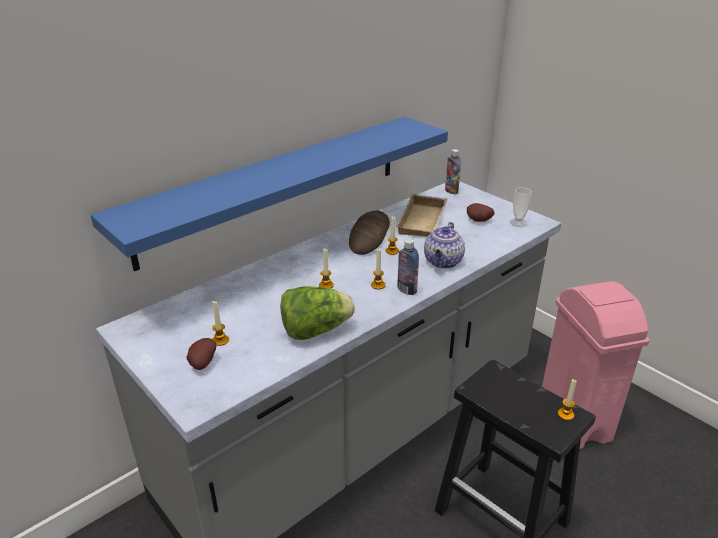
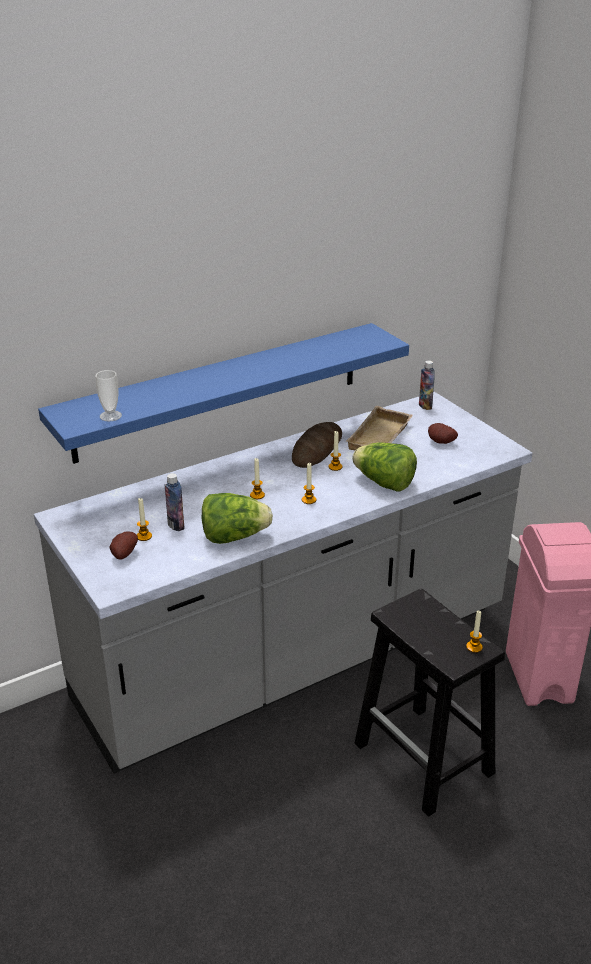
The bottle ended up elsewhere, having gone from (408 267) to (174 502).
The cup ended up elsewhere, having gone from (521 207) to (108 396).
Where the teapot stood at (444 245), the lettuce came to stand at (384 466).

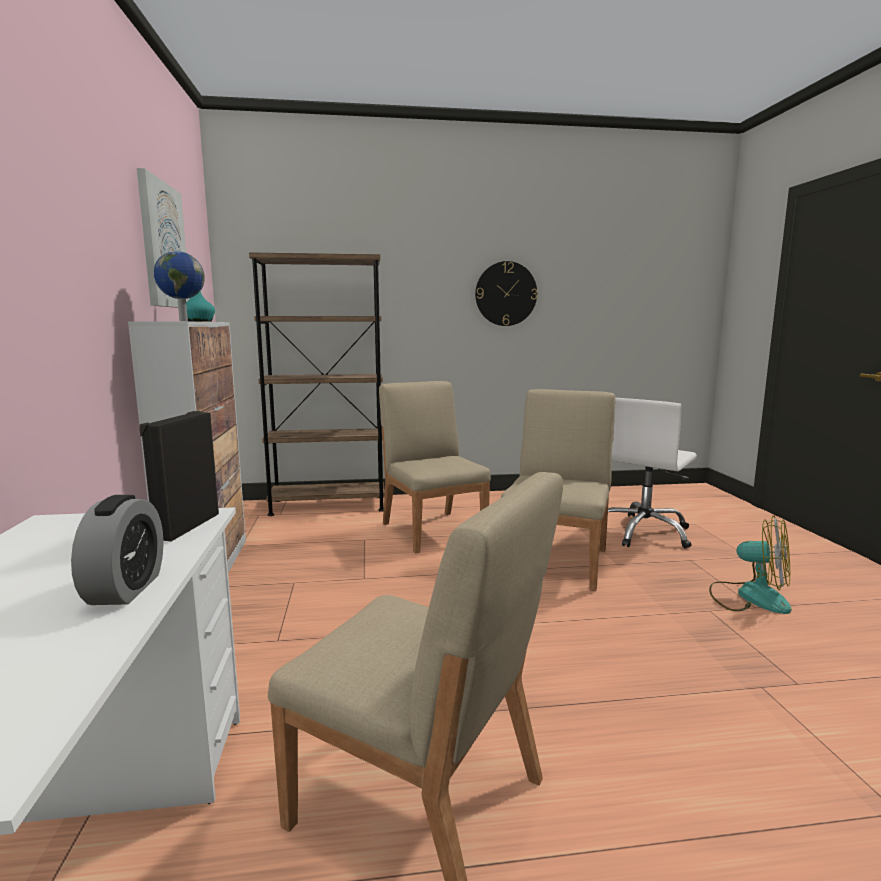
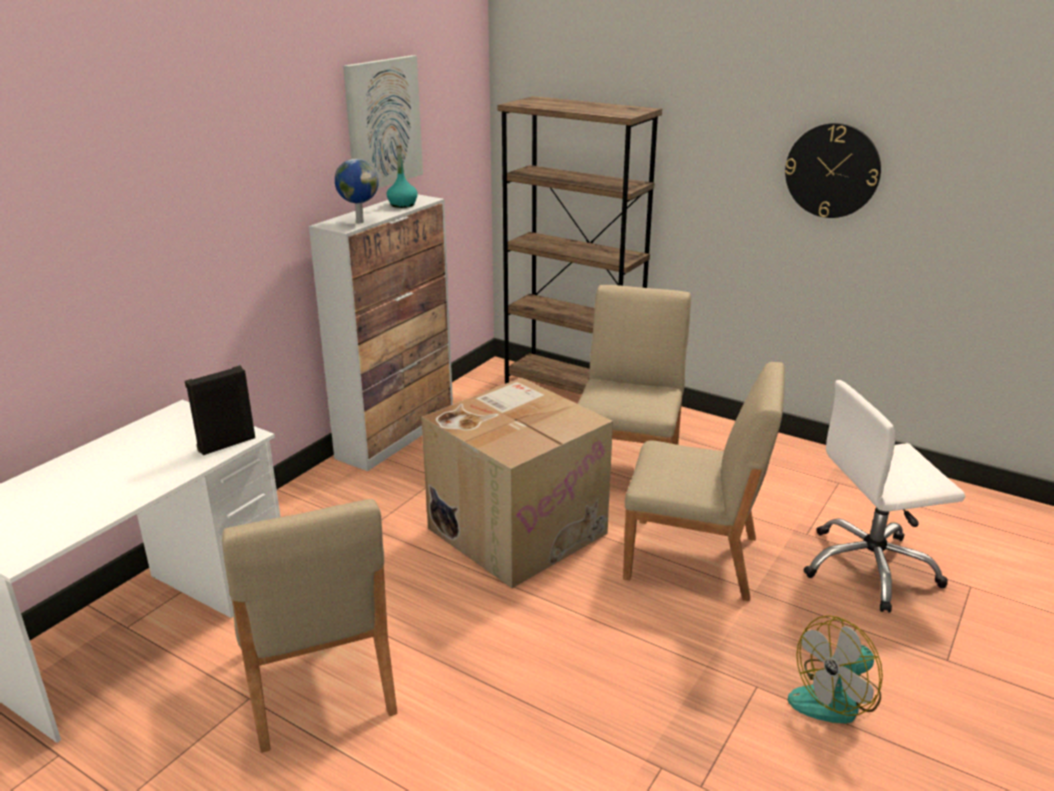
The second view lost the alarm clock at (117 550).
The second view gained the cardboard box at (517 483).
The beige chair at (558 490) ended up facing another way, 45 degrees clockwise from before.
The fan at (750 564) ended up facing another way, 75 degrees clockwise from before.

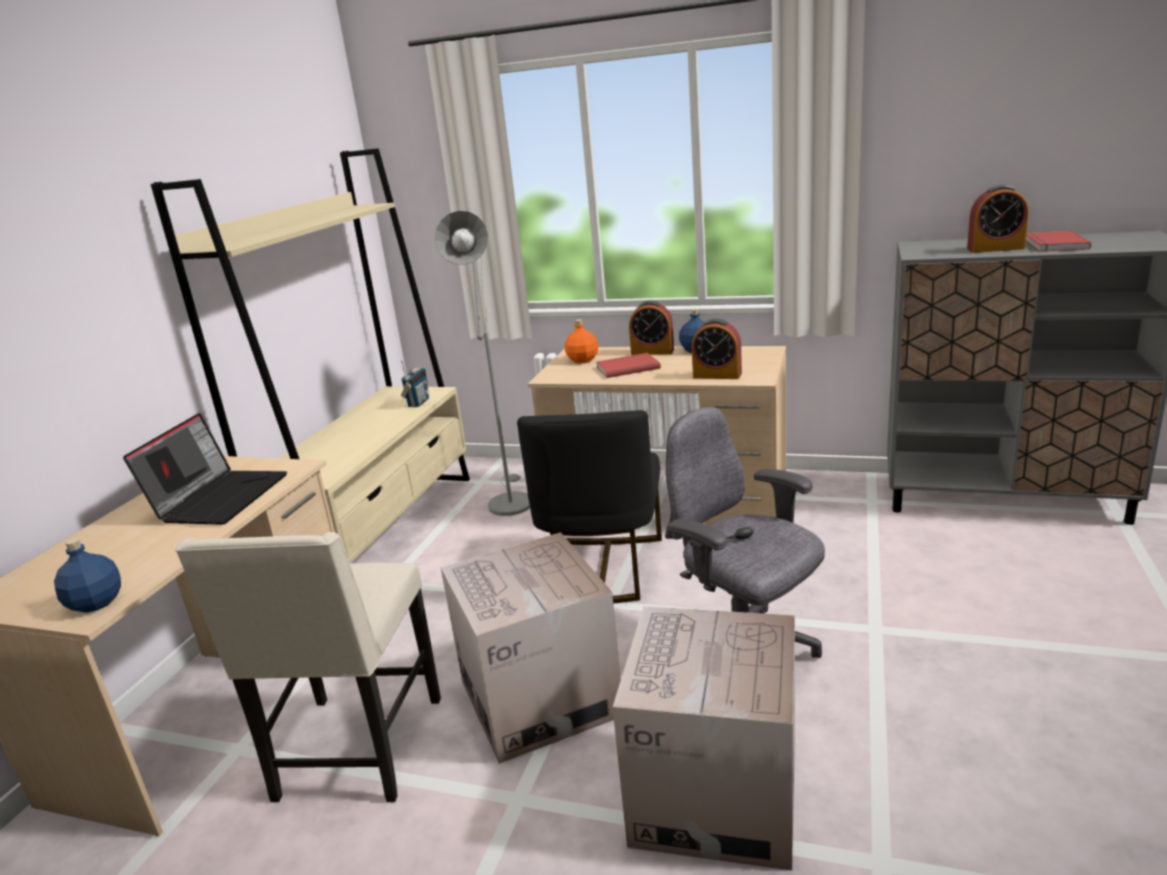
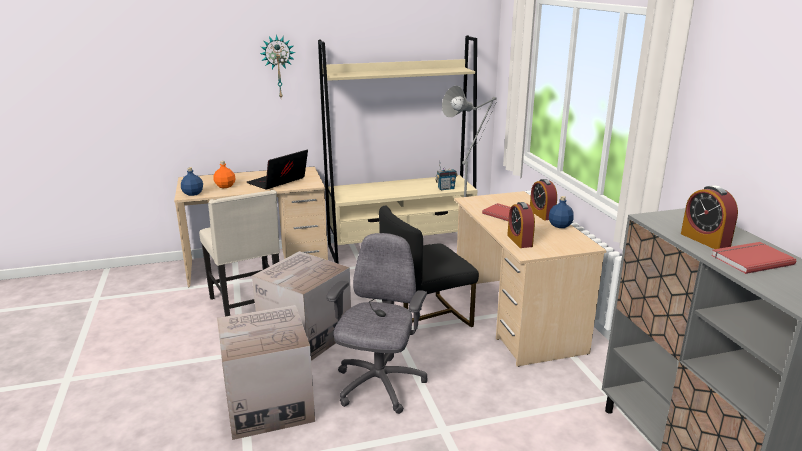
The second view gained the wall clock at (277 66).
The orange bottle ended up elsewhere, having gone from (582 341) to (224 174).
The laptop at (205 469) ended up facing another way, 150 degrees clockwise from before.
The beige chair at (308 667) ended up facing another way, 90 degrees counterclockwise from before.

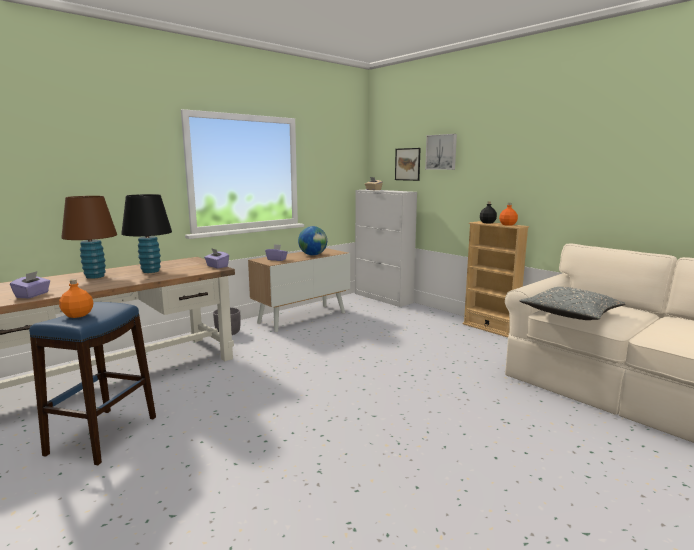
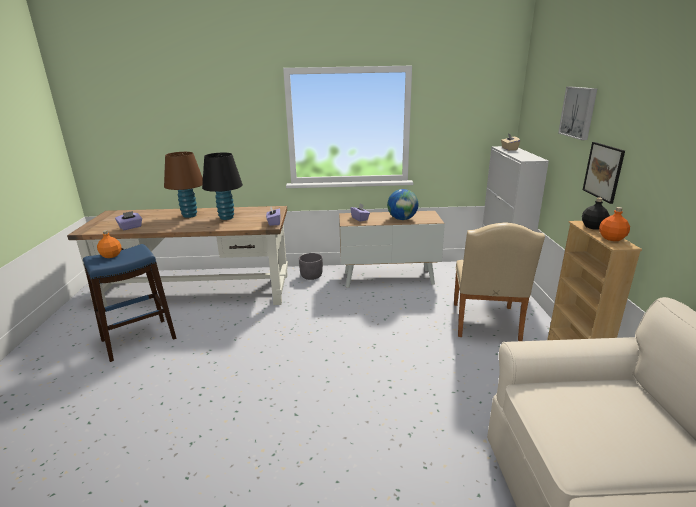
The second view lost the grey pillow at (572 303).
The second view gained the beige chair at (499 281).
The picture ended up elsewhere, having gone from (408 164) to (604 173).

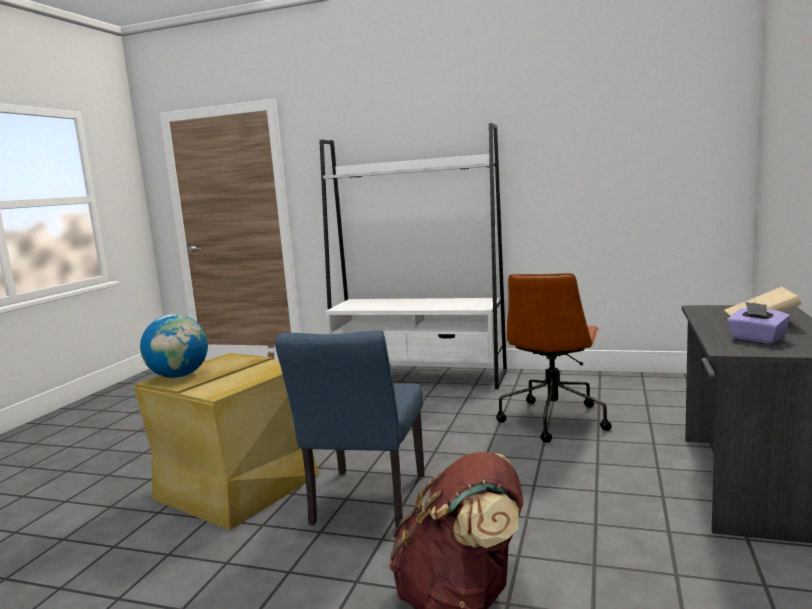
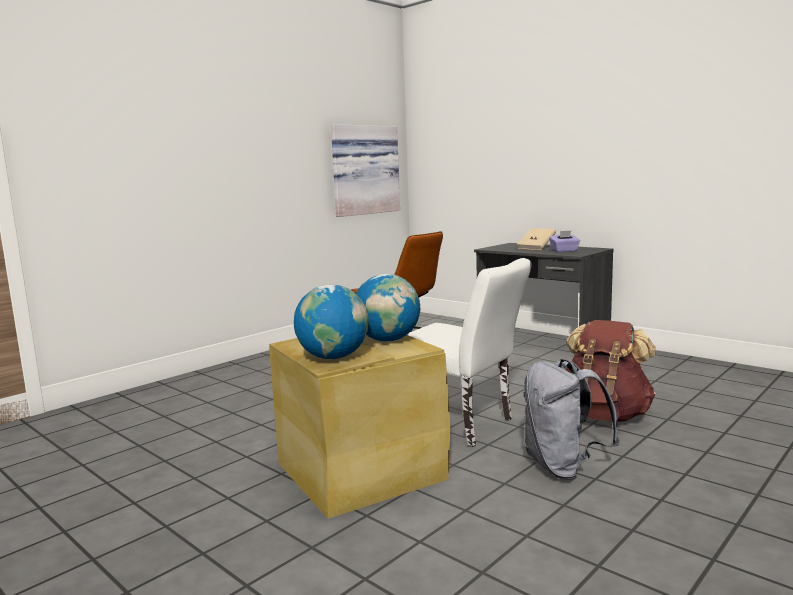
The second view lost the white bookcase at (413 256).
The second view gained the picture at (365 170).
The second view gained the globe at (388 308).
The second view gained the grey backpack at (571 419).
What was the blue chair at (349 429) turned into the white chair at (469 352).

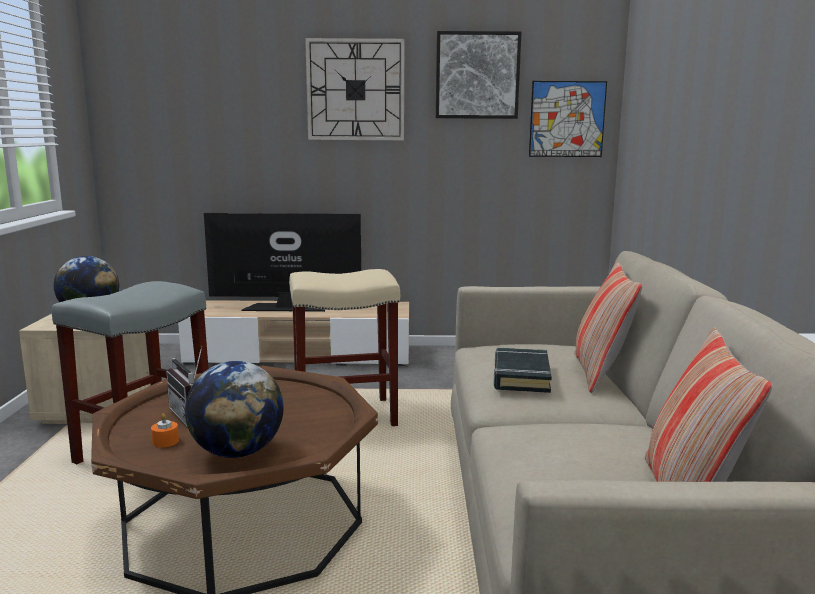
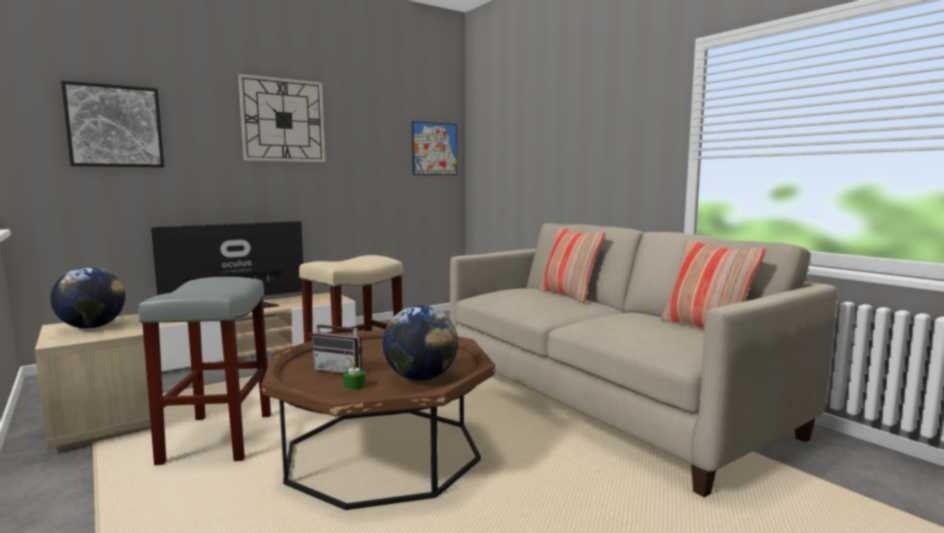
The second view lost the black book at (522 370).
The picture ended up elsewhere, having gone from (478 75) to (112 123).
What was the orange candle at (165 430) turned into the green candle at (354 376).

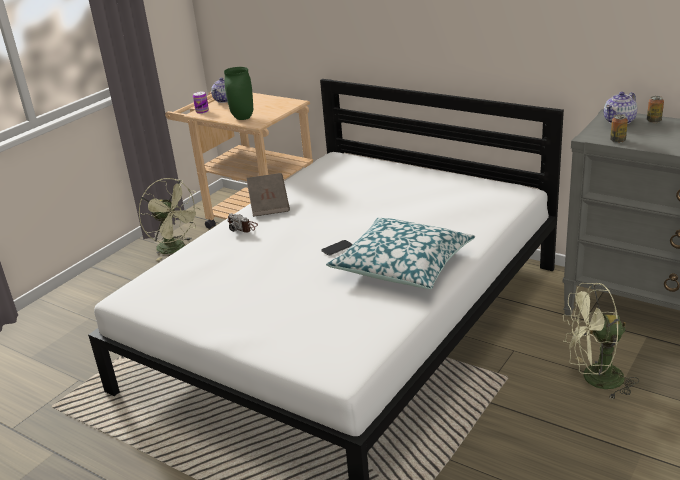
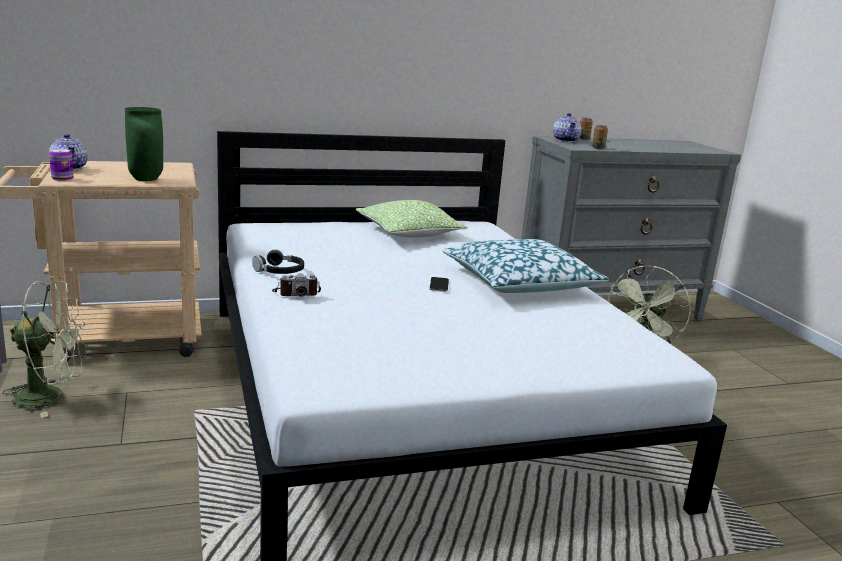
The second view gained the pillow at (412 218).
Where the brown book stood at (268 195), the black headphones came to stand at (278 261).

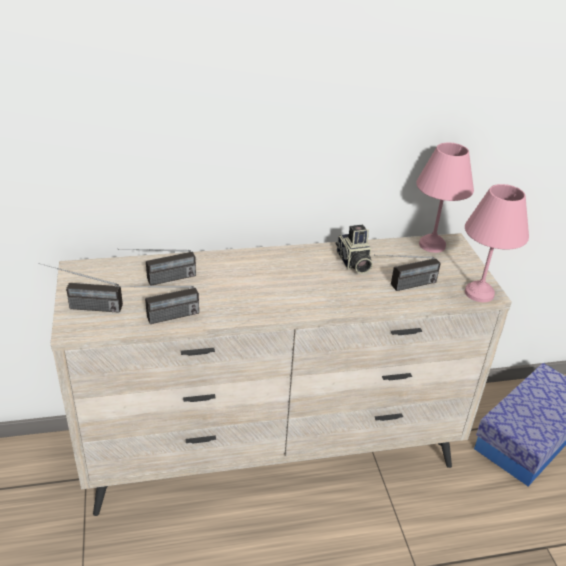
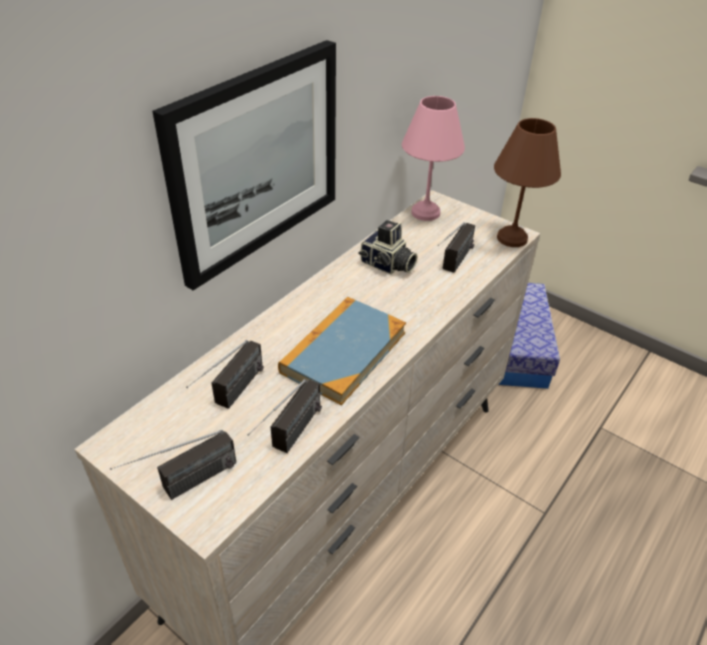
The second view gained the picture at (244 165).
The second view gained the book at (342 351).
What was the pink table lamp at (497 243) turned into the brown table lamp at (527 182).

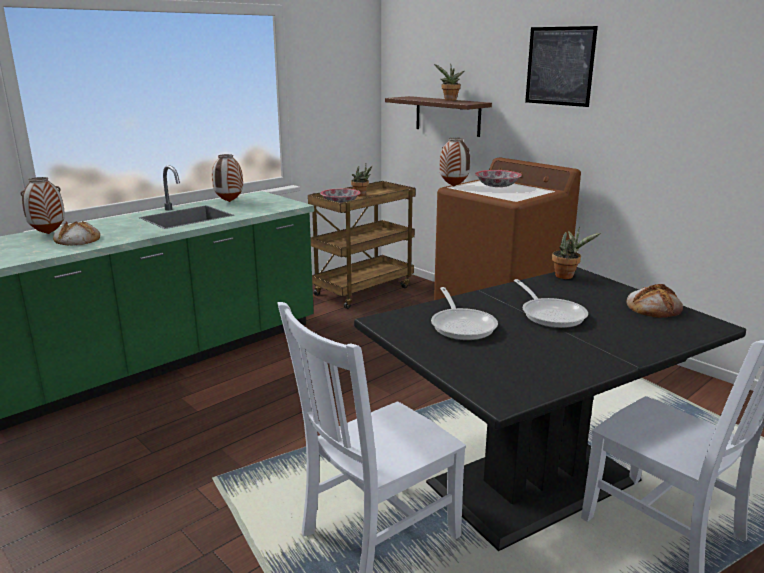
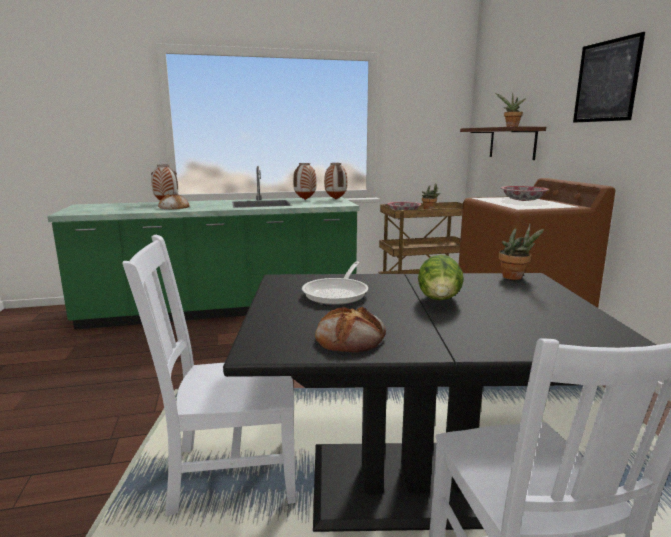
The vase ended up elsewhere, having gone from (454 162) to (335 181).
The bread ended up elsewhere, having gone from (654 301) to (350 329).
Where the frying pan stood at (551 303), the lettuce came to stand at (441 277).

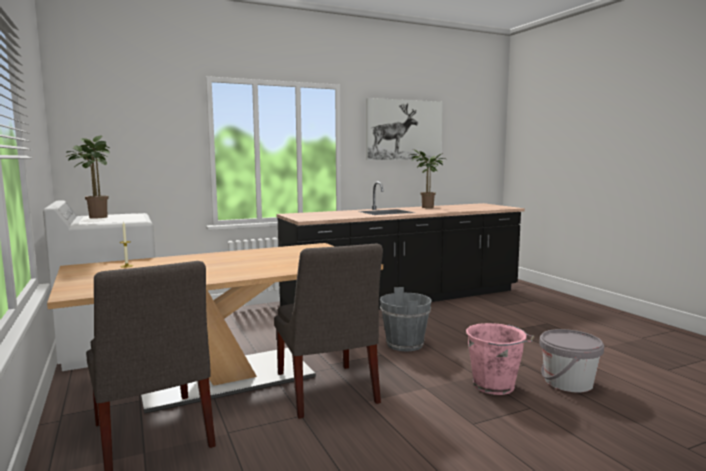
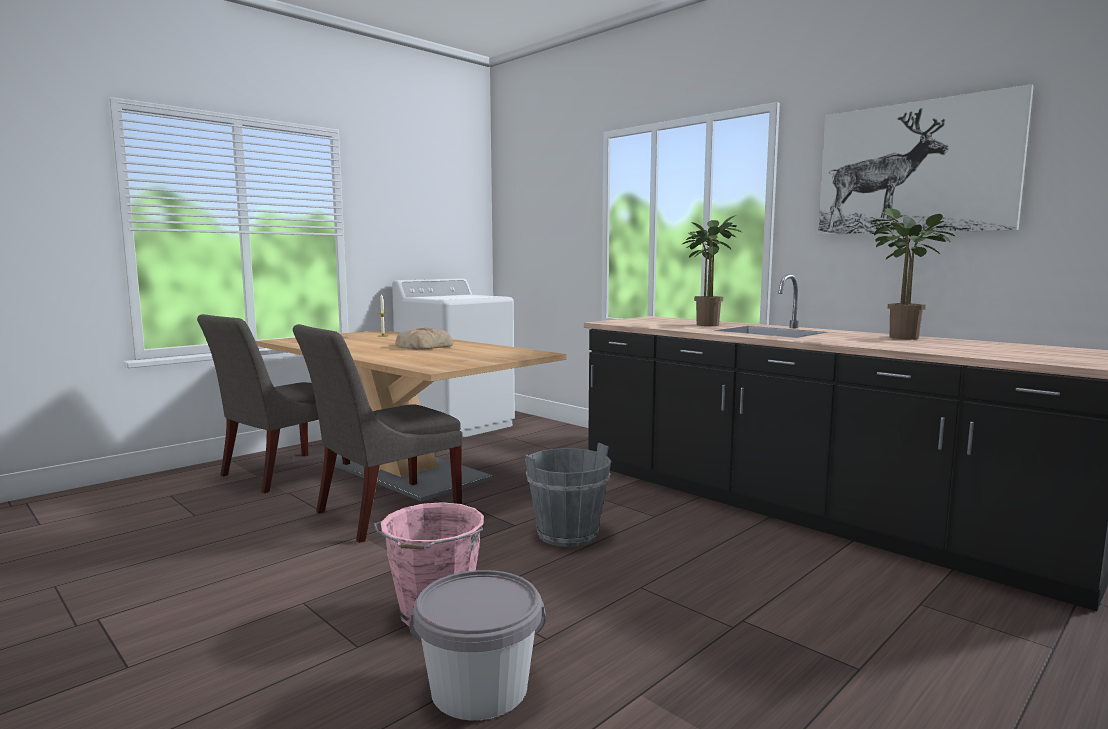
The second view gained the bread at (424 339).
The potted plant ended up elsewhere, having gone from (88 176) to (712 270).

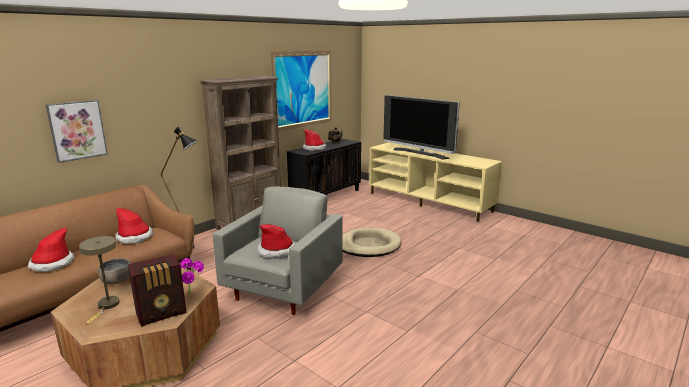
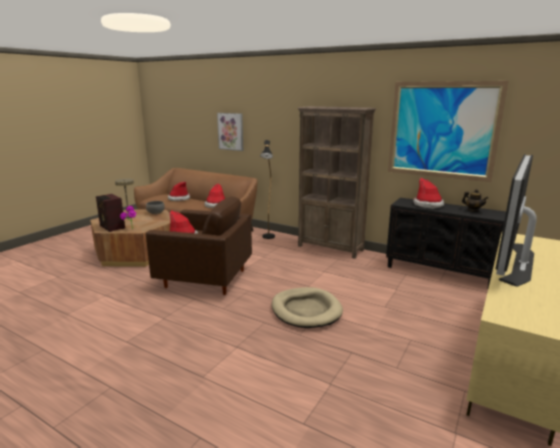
What was the grey armchair at (278 250) turned into the brown armchair at (199 245).

